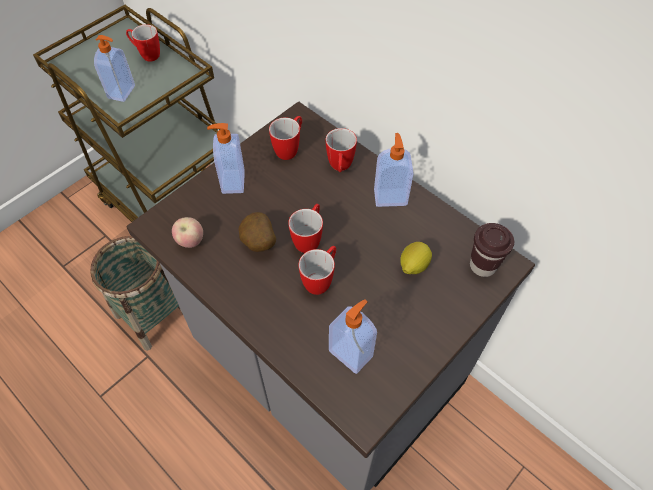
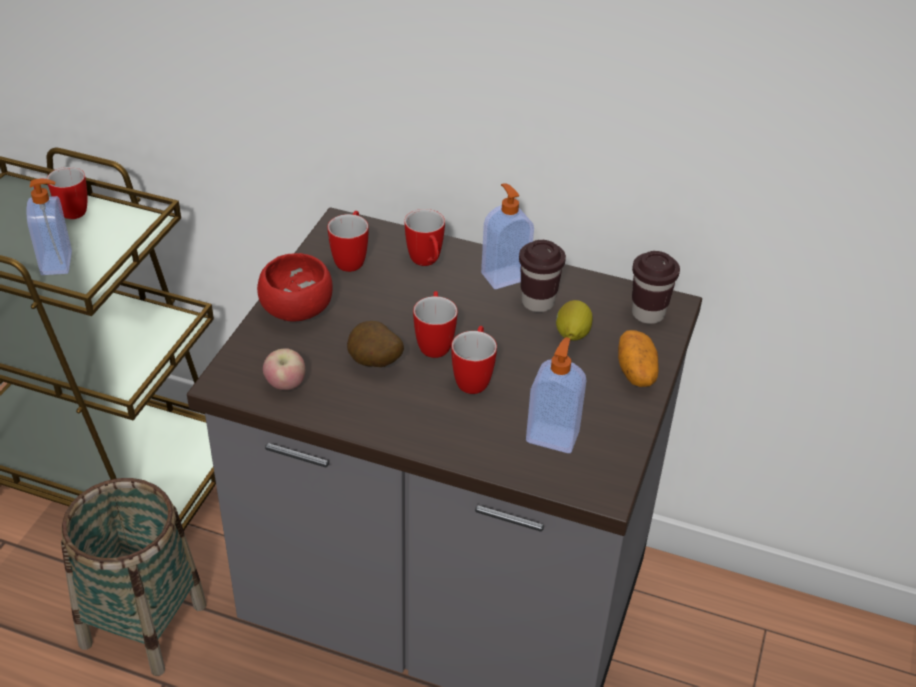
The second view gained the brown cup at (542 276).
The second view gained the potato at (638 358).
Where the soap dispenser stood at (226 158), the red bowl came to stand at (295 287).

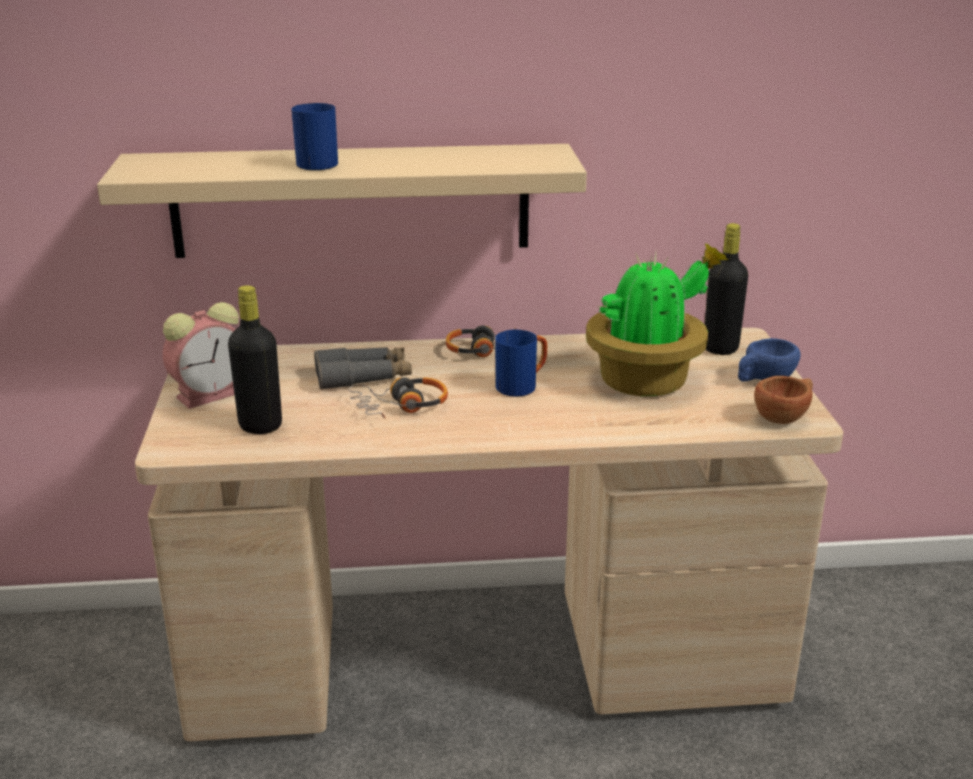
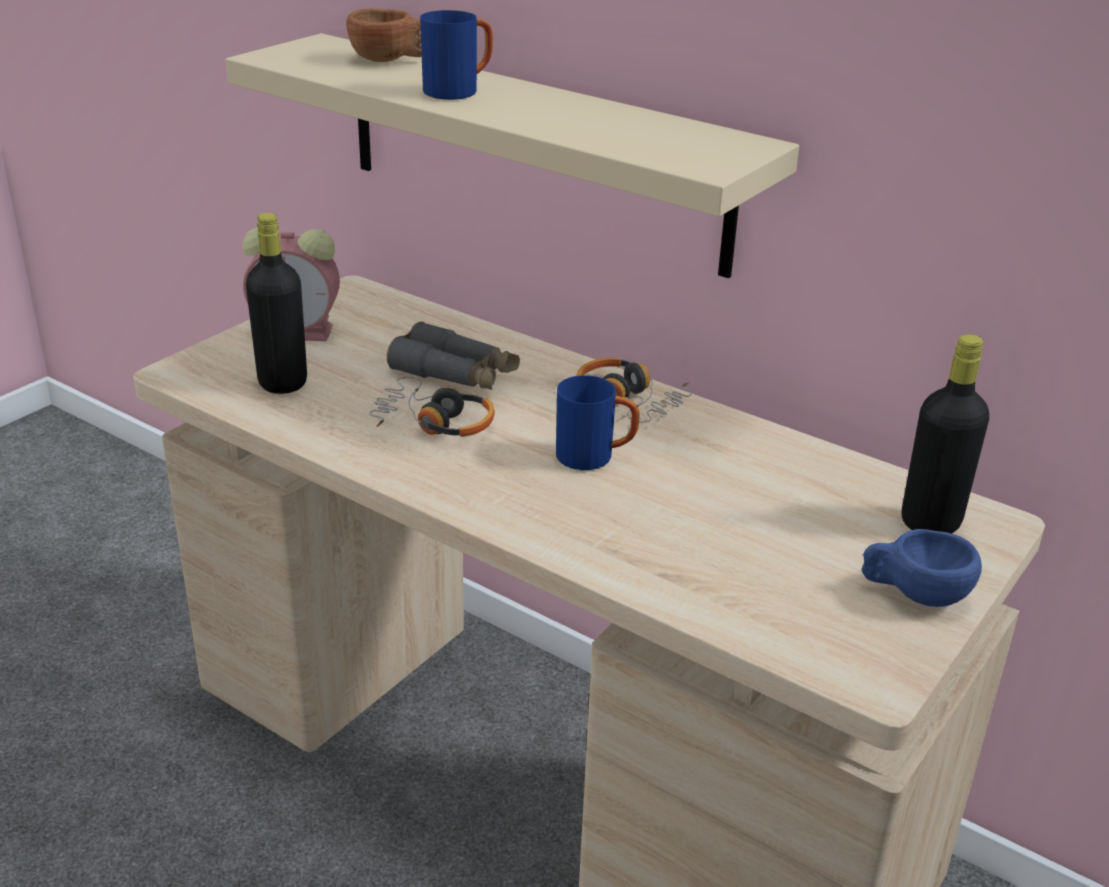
The second view lost the potted plant at (657 320).
The brown cup ended up elsewhere, having gone from (783 400) to (384 35).

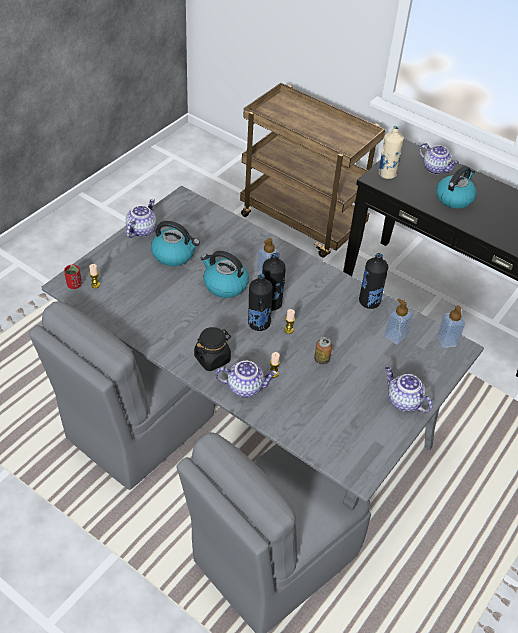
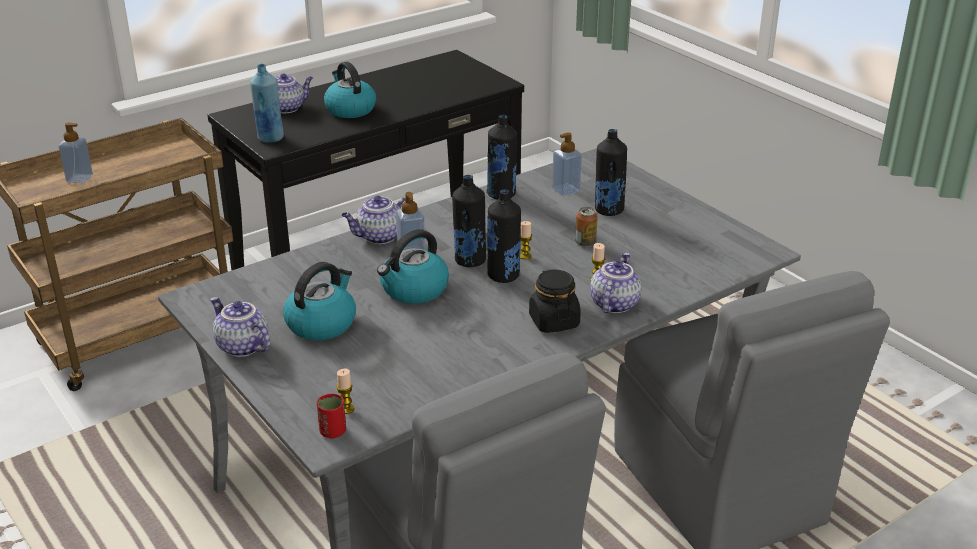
The second view gained the black bottle at (611 172).
The teapot ended up elsewhere, having gone from (408 390) to (373 220).
The soap dispenser ended up elsewhere, having gone from (451 327) to (76 153).
What was the beige bottle at (391 152) turned into the blue bottle at (267 103).

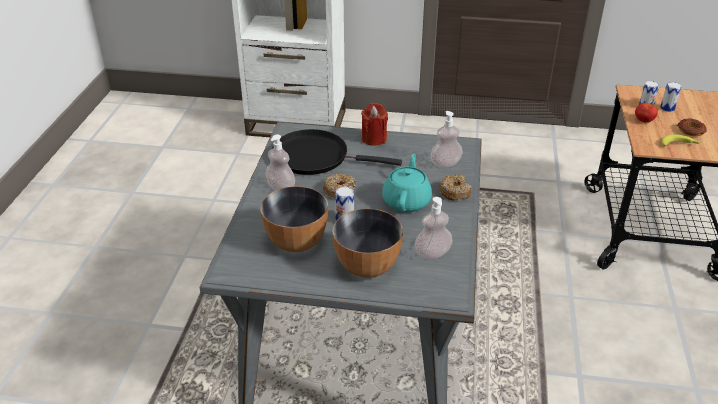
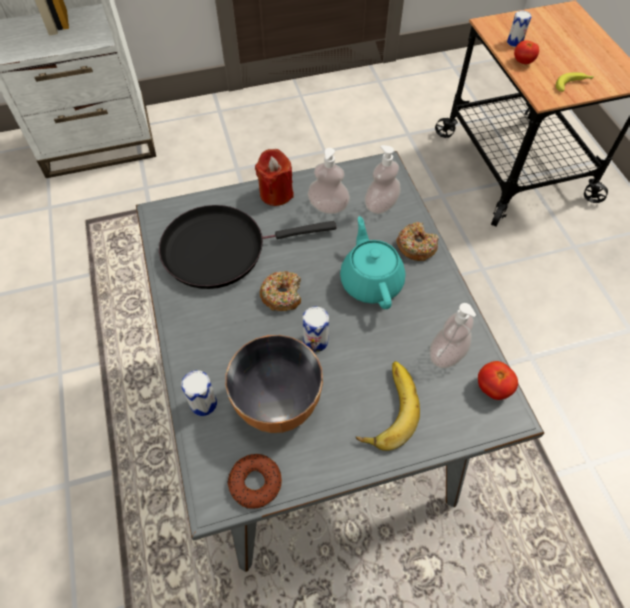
The second view gained the tomato at (498 380).
The soap dispenser ended up elsewhere, having gone from (280 162) to (328 181).
The can ended up elsewhere, having gone from (671 97) to (199 393).
The donut ended up elsewhere, having gone from (692 127) to (254 481).
Where the bowl stood at (367 243), the banana came to stand at (388 406).

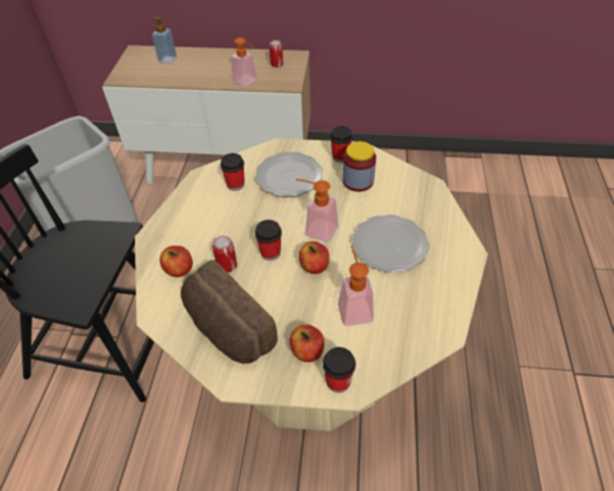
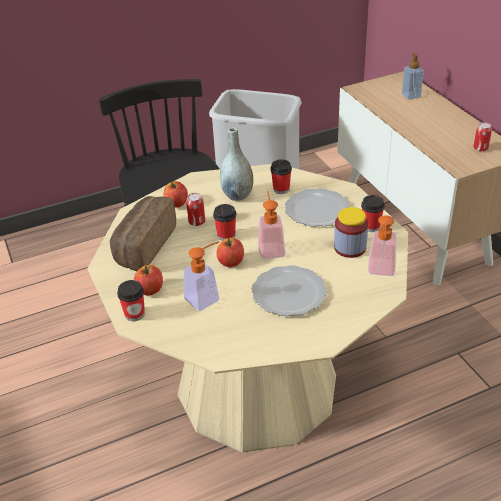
The second view gained the grey vase at (236 164).
The soap dispenser ended up elsewhere, having gone from (244 62) to (382 245).

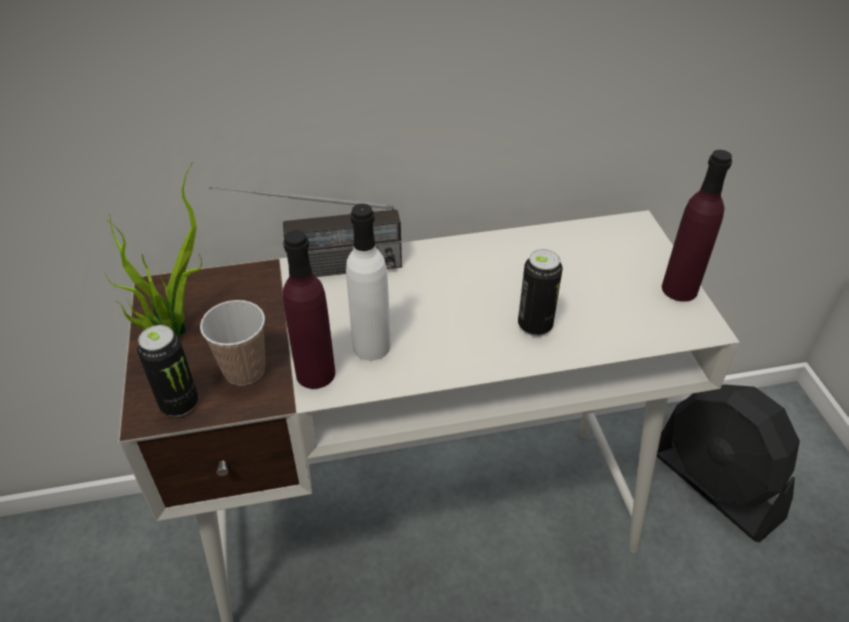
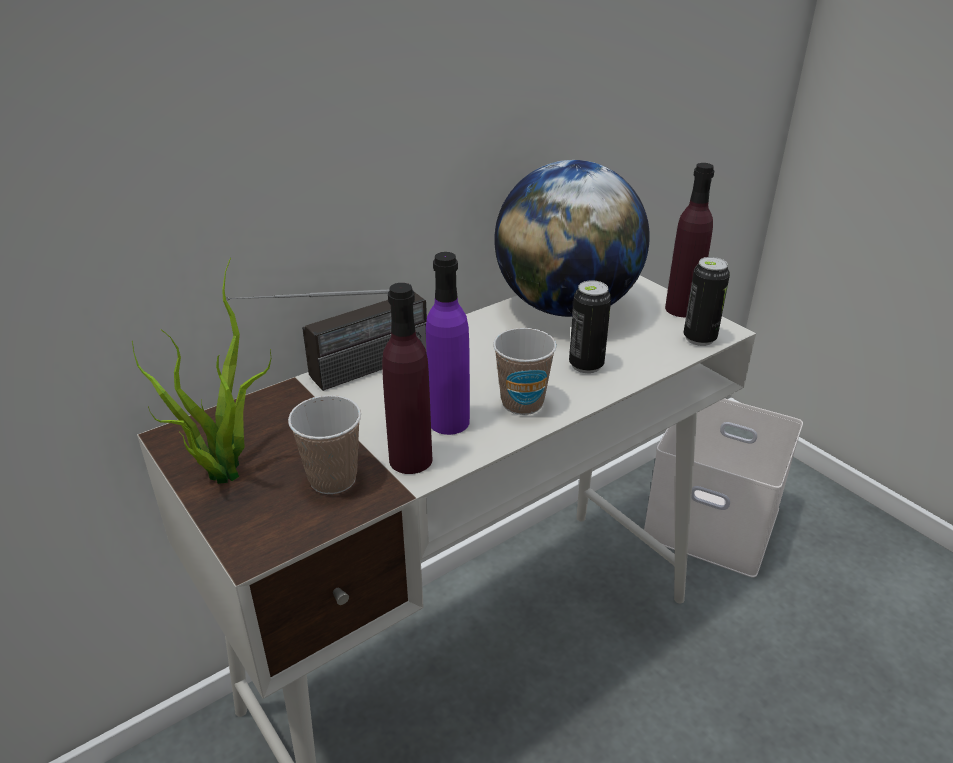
The second view gained the cup at (525 371).
The second view gained the globe at (572 238).
The can ended up elsewhere, having gone from (167 371) to (706 301).
Where the black fan stood at (728 463), the white storage box came to stand at (723 487).
What was the white bottle at (368 282) turned into the purple bottle at (448 343).

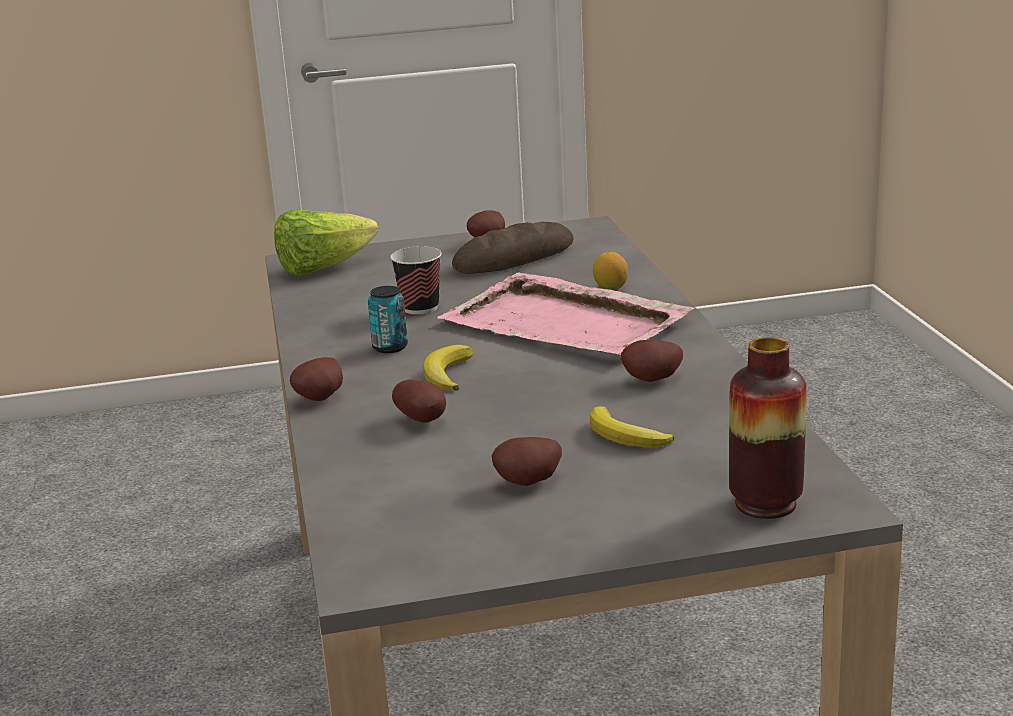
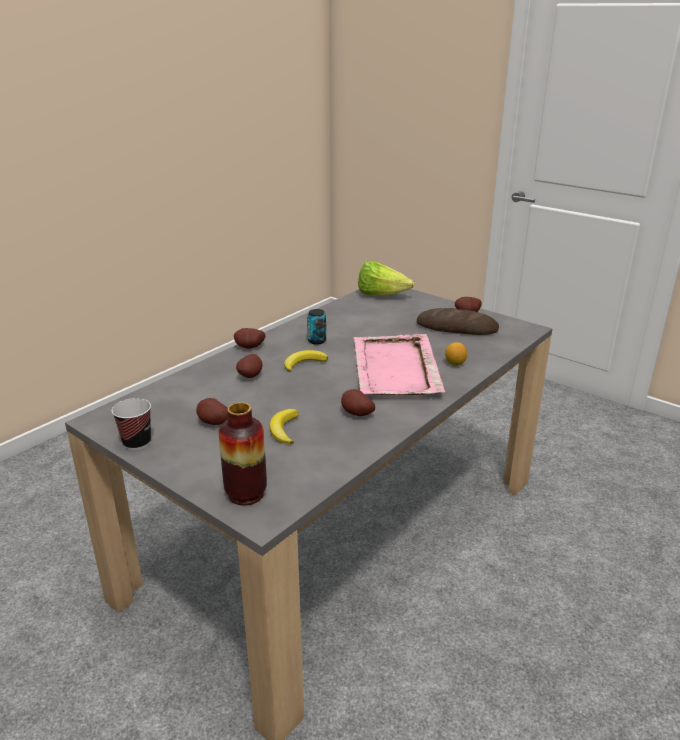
The cup ended up elsewhere, having gone from (416 280) to (131 424).

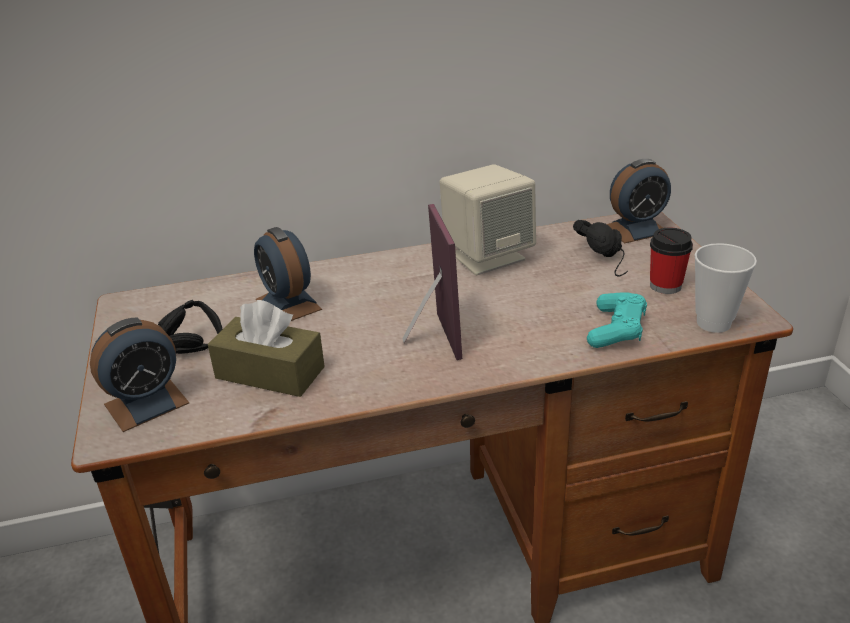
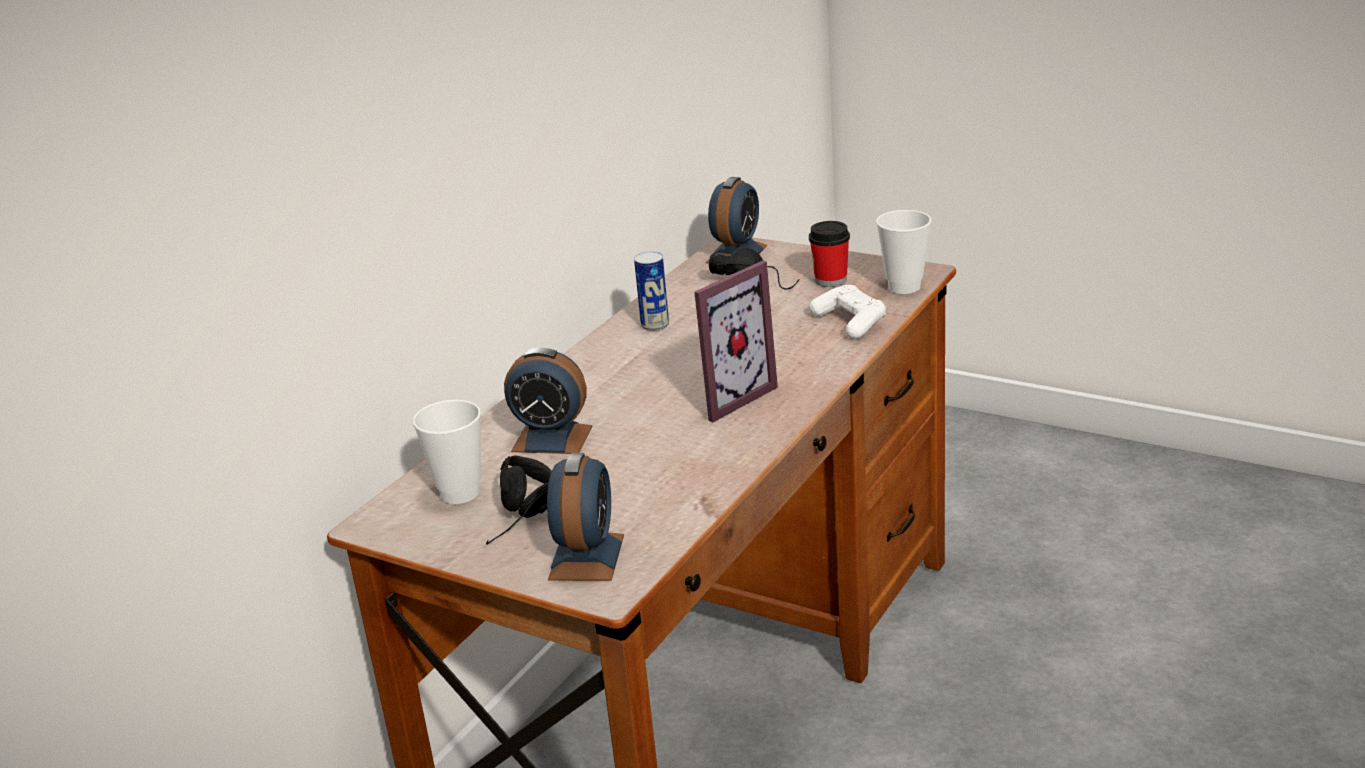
The second view lost the brown tissue box at (266 348).
The second view gained the cup at (447 452).
Where the beige speaker stood at (488 219), the can came to stand at (651 291).
What was the turquoise game controller at (617 320) turned into the white game controller at (848 312).
The picture frame at (432 282) ended up facing another way, 105 degrees clockwise from before.

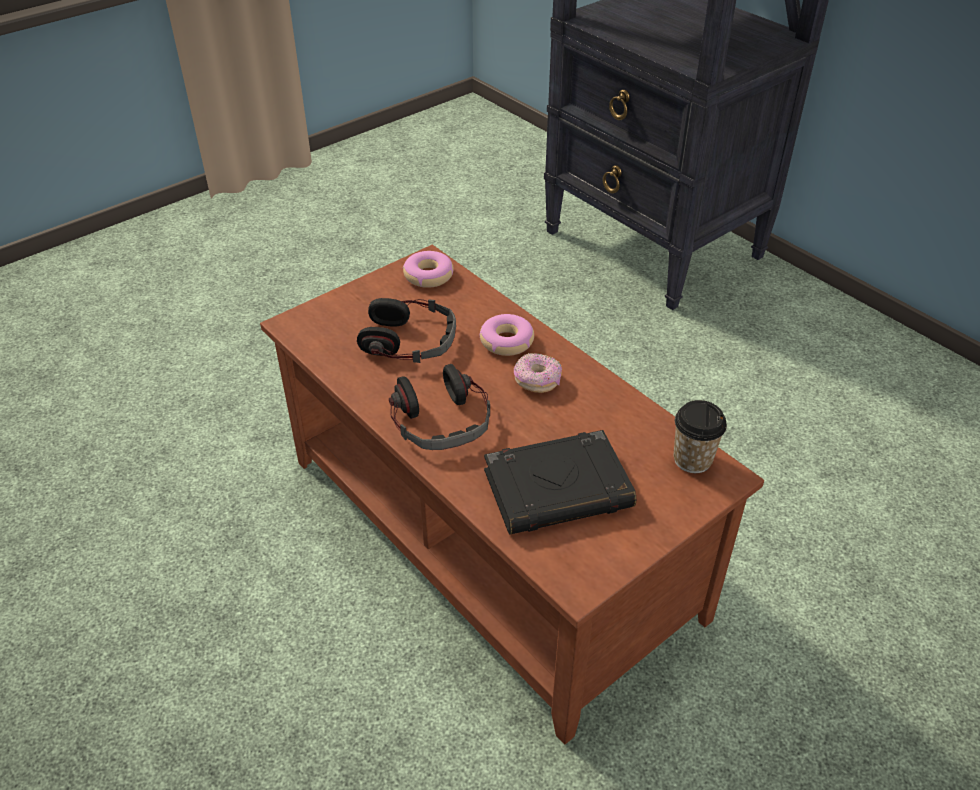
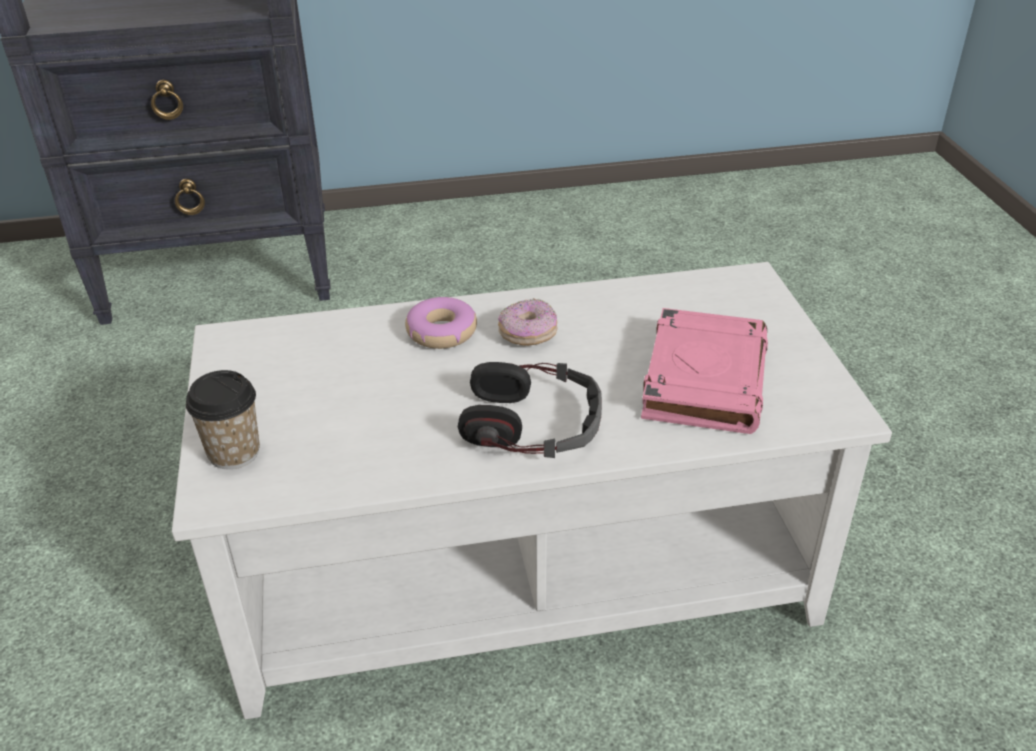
The second view lost the headphones at (406 330).
The second view lost the donut at (428 269).
The cup ended up elsewhere, having gone from (700 436) to (223 419).
What was the brown coffee table at (512 495) turned into the white coffee table at (532 491).
What was the black book at (560 482) turned into the pink book at (704 371).

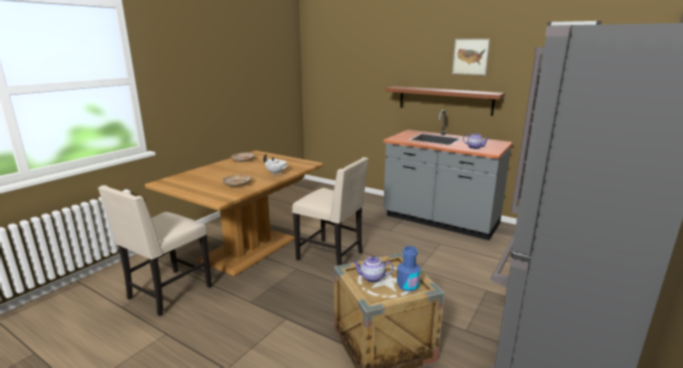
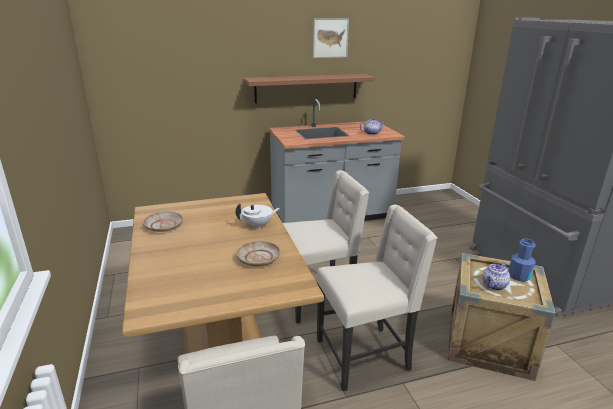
The second view gained the beige chair at (377 298).

